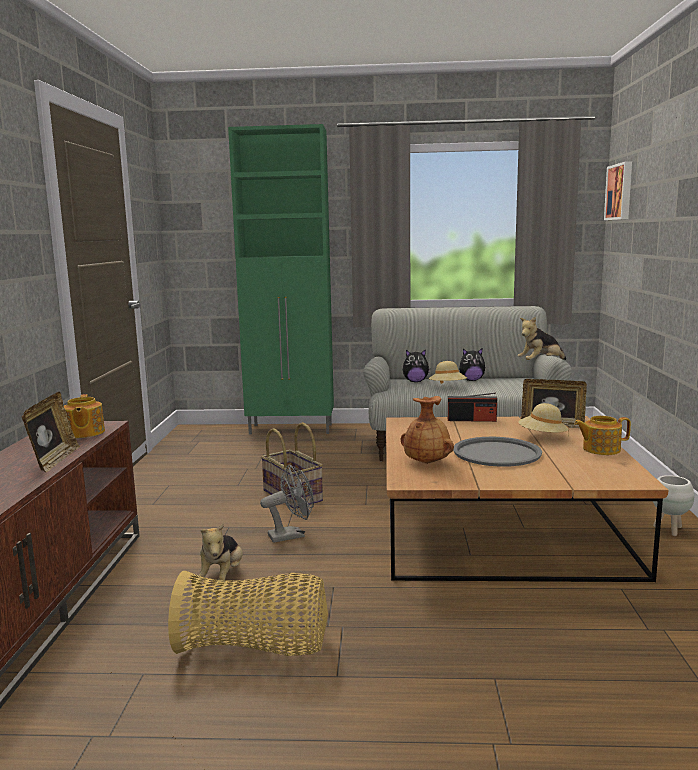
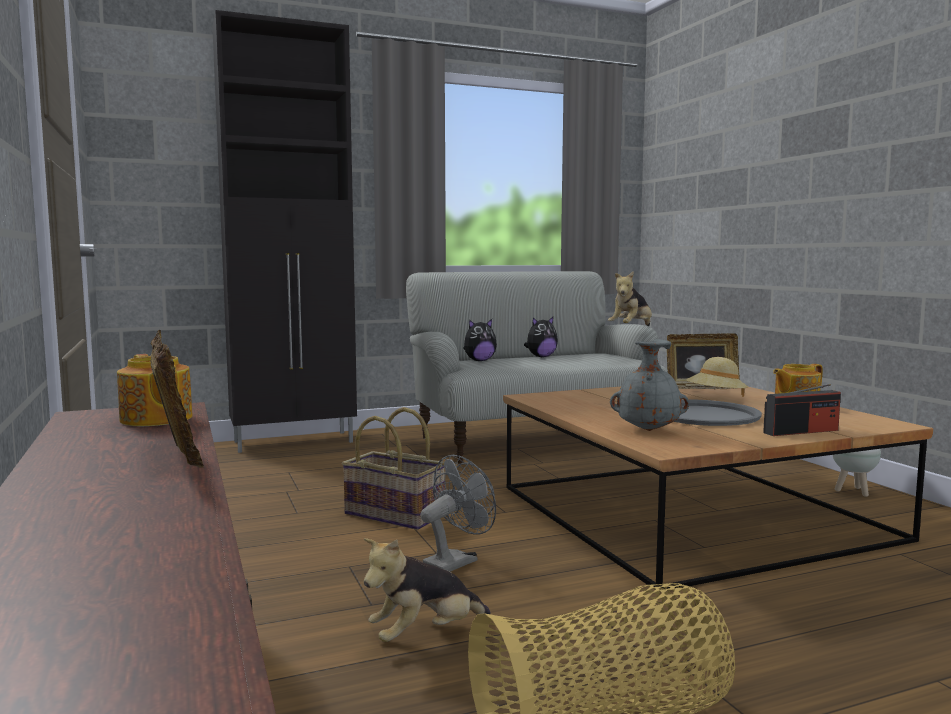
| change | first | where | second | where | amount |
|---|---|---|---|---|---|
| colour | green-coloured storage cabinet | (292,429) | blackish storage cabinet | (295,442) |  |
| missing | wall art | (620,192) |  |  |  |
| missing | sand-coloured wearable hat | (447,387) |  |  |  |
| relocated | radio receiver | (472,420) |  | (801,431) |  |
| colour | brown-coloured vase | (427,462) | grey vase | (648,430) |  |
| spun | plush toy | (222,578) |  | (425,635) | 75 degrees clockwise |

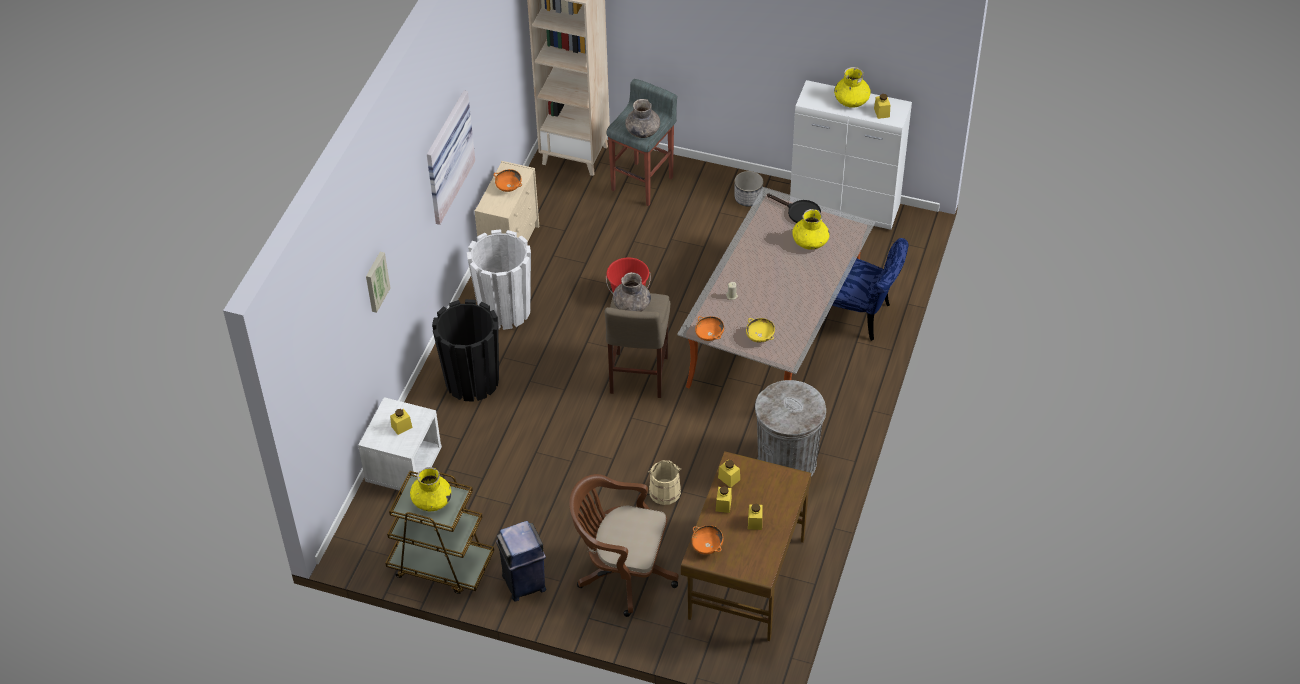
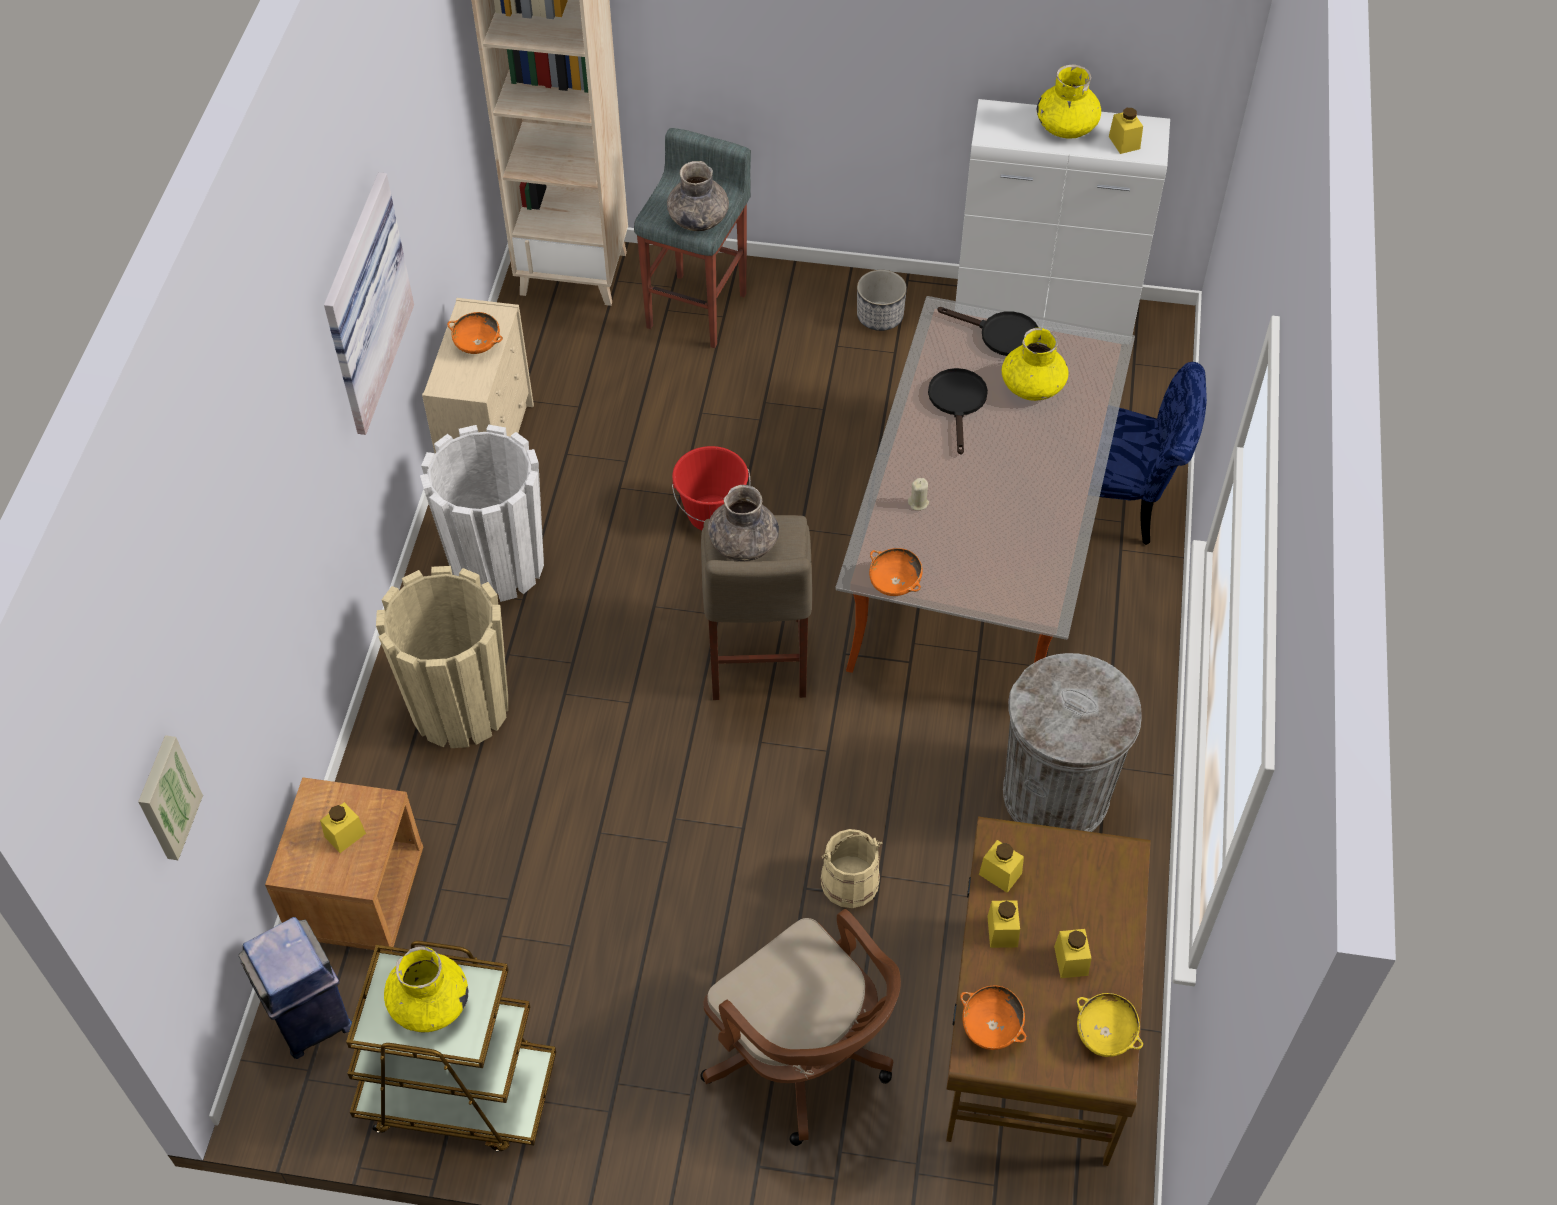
| change | first | where | second | where | amount |
|---|---|---|---|---|---|
| relocated | wall art | (376,281) |  | (166,797) |  |
| colour | blackish plant pot | (472,381) | sand-coloured plant pot | (460,707) |  |
| relocated | yellow serving bowl | (760,336) |  | (1105,1033) |  |
| colour | white-coloured bedside table | (404,466) | brown-coloured bedside table | (358,895) |  |
| spun | brown-coloured desk chair | (622,572) |  | (803,1060) | 135 degrees counterclockwise |
| relocated | blue rubbish bin | (524,584) |  | (311,1020) |  |
| appeared |  |  | blackish skillet | (958,402) |  |

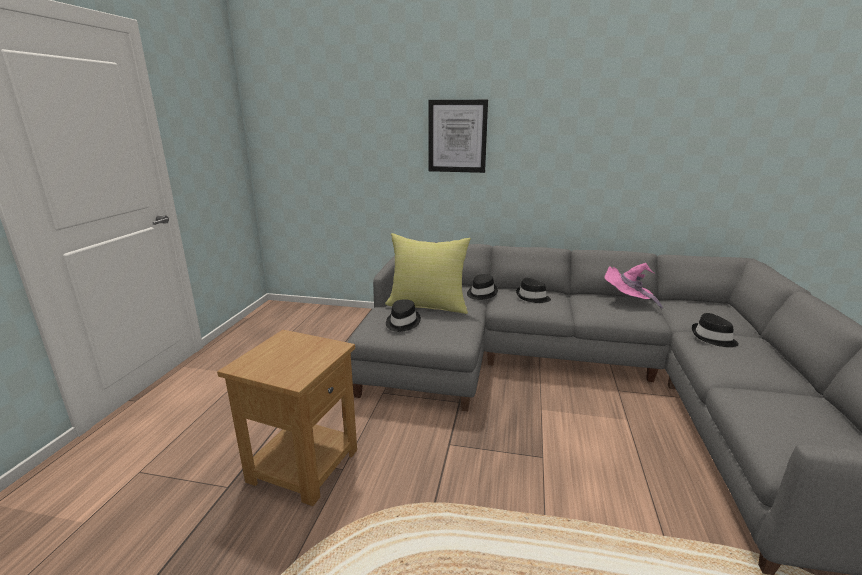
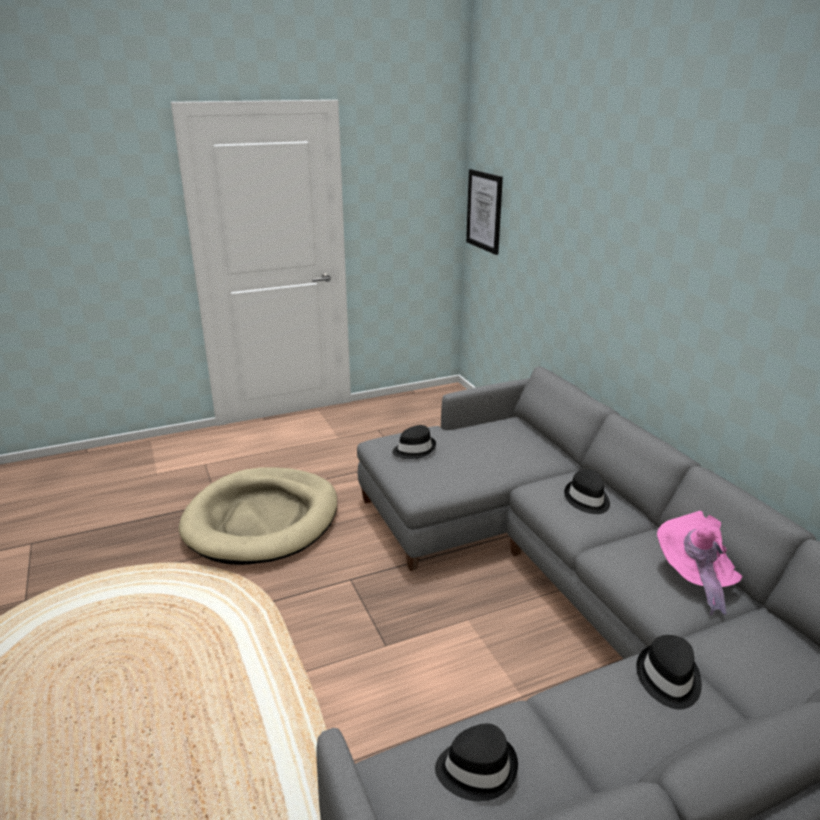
| change | first | where | second | where | amount |
|---|---|---|---|---|---|
| relocated | wall art | (457,136) |  | (484,211) |  |
| missing | yellow cushion | (428,305) |  |  |  |
| relocated | blackish wearable hat | (481,293) |  | (476,768) |  |
| exchanged | brown-coloured end table | (304,464) | sand-coloured dog bed | (262,520) |  |

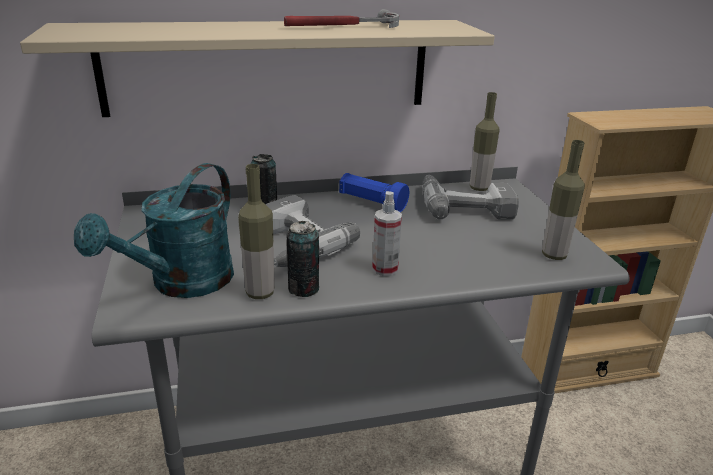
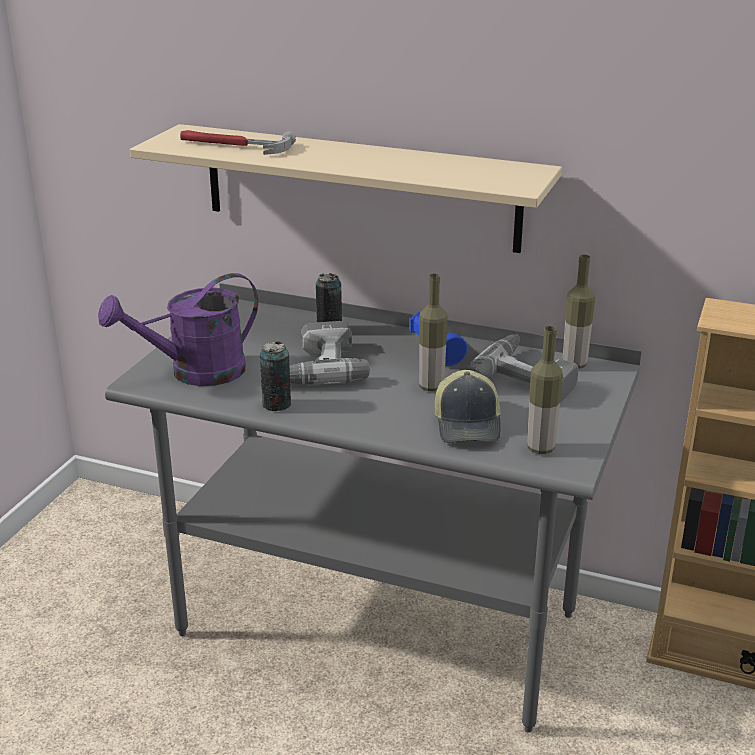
| change | first | where | second | where | amount |
|---|---|---|---|---|---|
| relocated | hammer | (342,27) |  | (234,146) |  |
| colour | turquoise-coloured sprinkling can | (182,284) | purplish sprinkling can | (195,373) |  |
| relocated | beverage bottle | (260,293) |  | (431,387) |  |
| missing | sprayer | (385,269) |  |  |  |
| appeared |  |  | peaked cap | (469,425) |  |

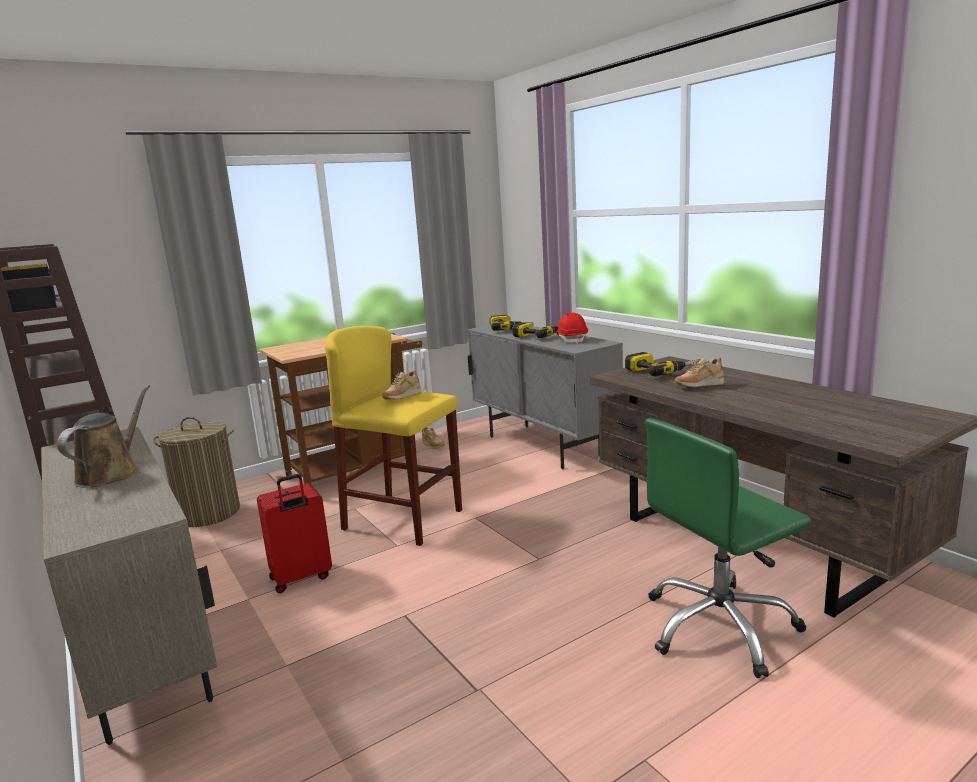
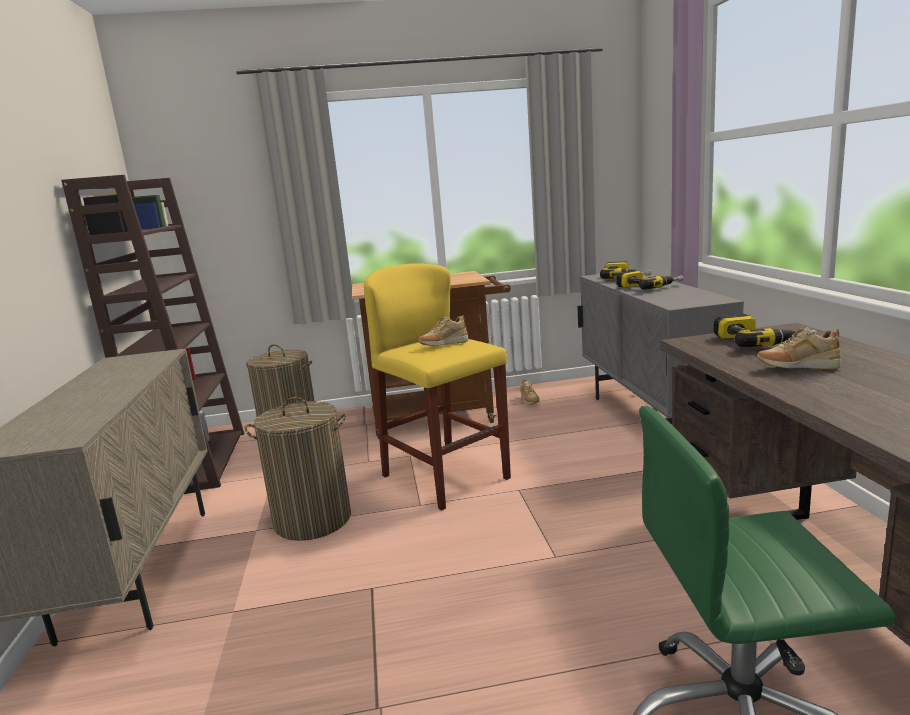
| change | first | where | second | where | amount |
|---|---|---|---|---|---|
| missing | reddish safety helmet | (572,339) |  |  |  |
| missing | brown-coloured sprinkling can | (111,473) |  |  |  |
| exchanged | reddish travel case | (301,578) | washing basket | (312,520) |  |

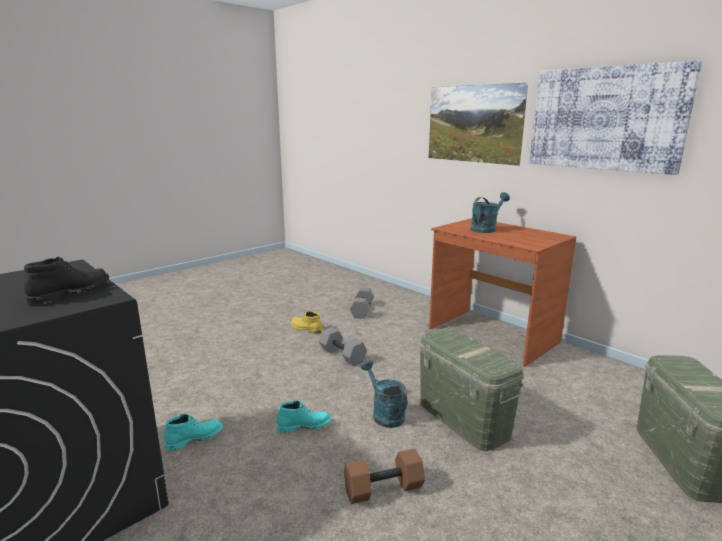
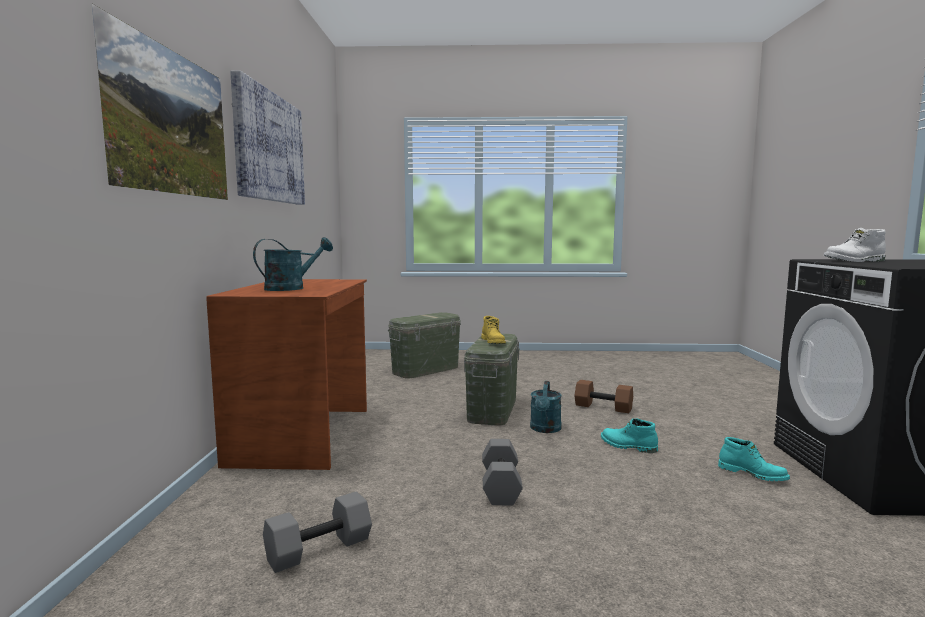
| change | first | where | second | where | amount |
|---|---|---|---|---|---|
| spun | turquoise-coloured sprinkling can | (486,229) |  | (291,288) | 135 degrees clockwise |
| colour | blackish high-top boot | (70,293) | white-coloured high-top boot | (855,261) |  |
| relocated | yellow high-top boot | (306,328) |  | (493,342) |  |
| spun | turquoise-coloured high-top boot | (194,438) |  | (753,474) | 150 degrees counterclockwise |

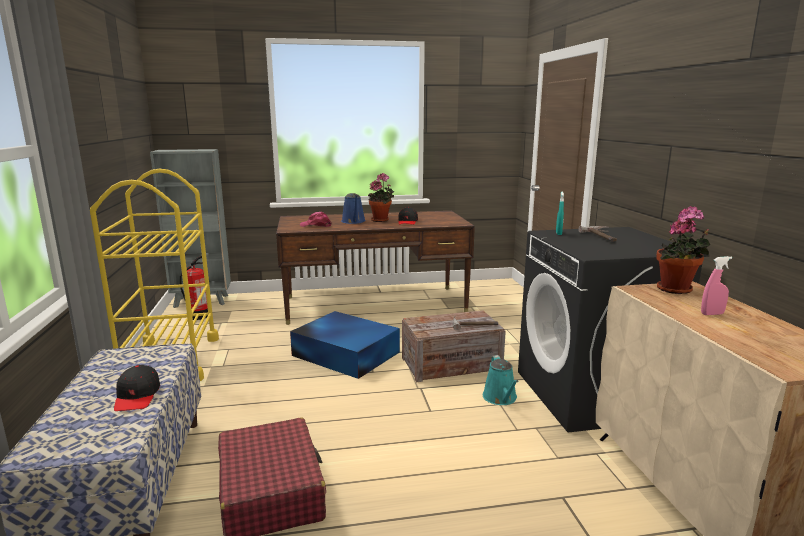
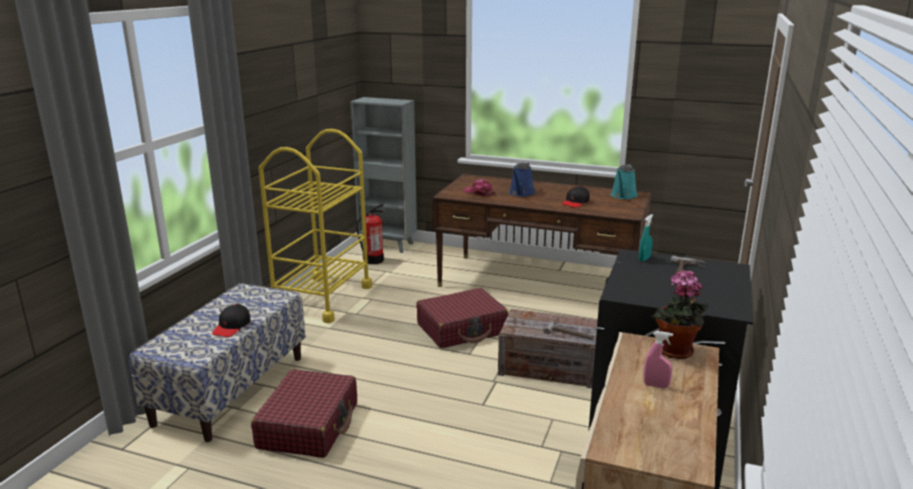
| change | first | where | second | where | amount |
|---|---|---|---|---|---|
| missing | potted plant | (381,220) |  |  |  |
| exchanged | blue storage bin | (345,353) | reddish travel case | (462,329) |  |
| relocated | turquoise-coloured sprinkling can | (501,398) |  | (623,196) |  |

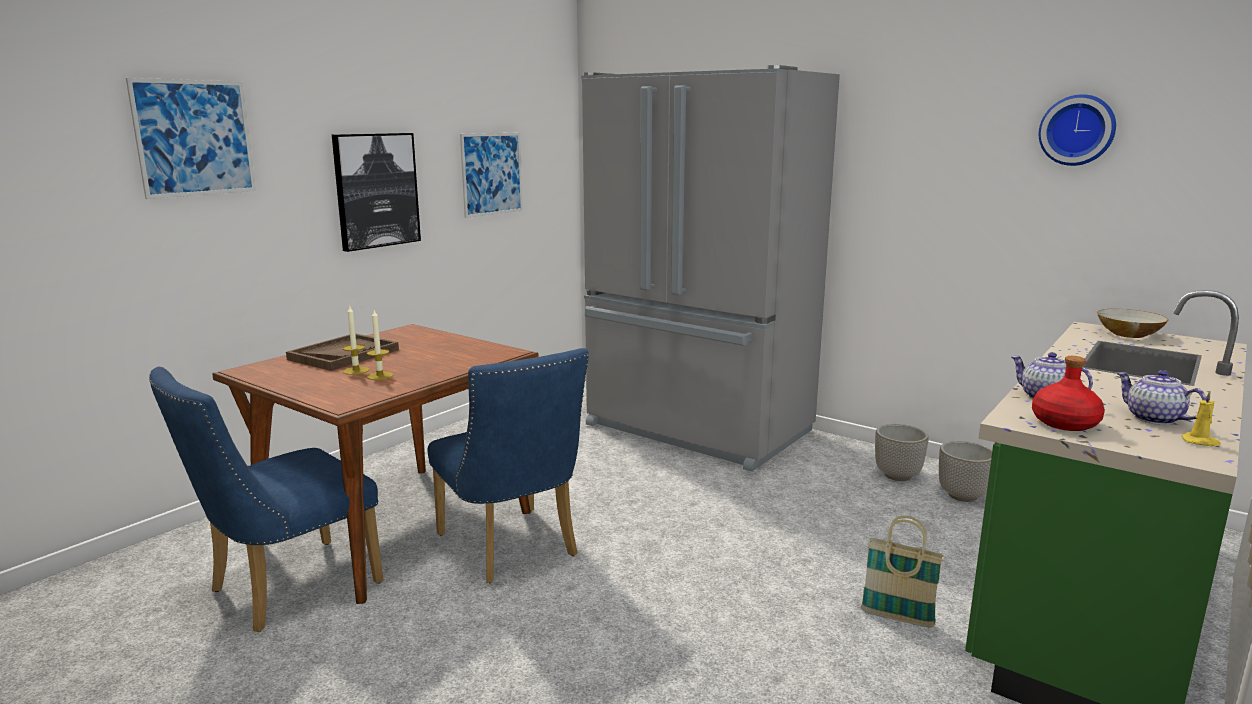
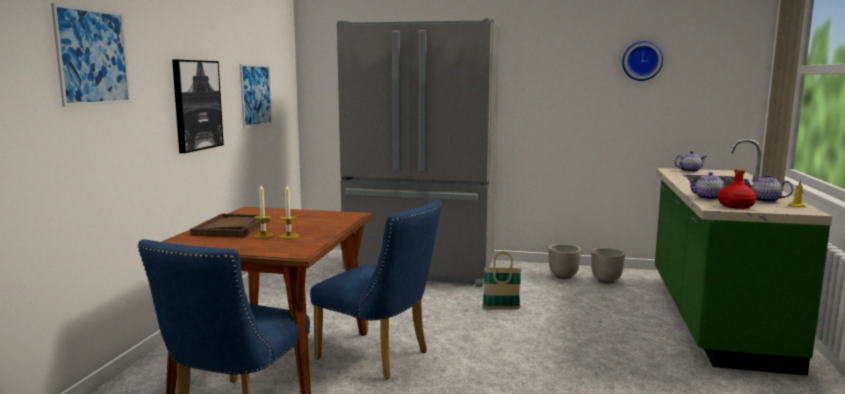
| change | first | where | second | where | amount |
|---|---|---|---|---|---|
| exchanged | serving bowl | (1127,334) | teapot | (689,171) |  |
| relocated | storage basket | (897,618) |  | (501,308) |  |

